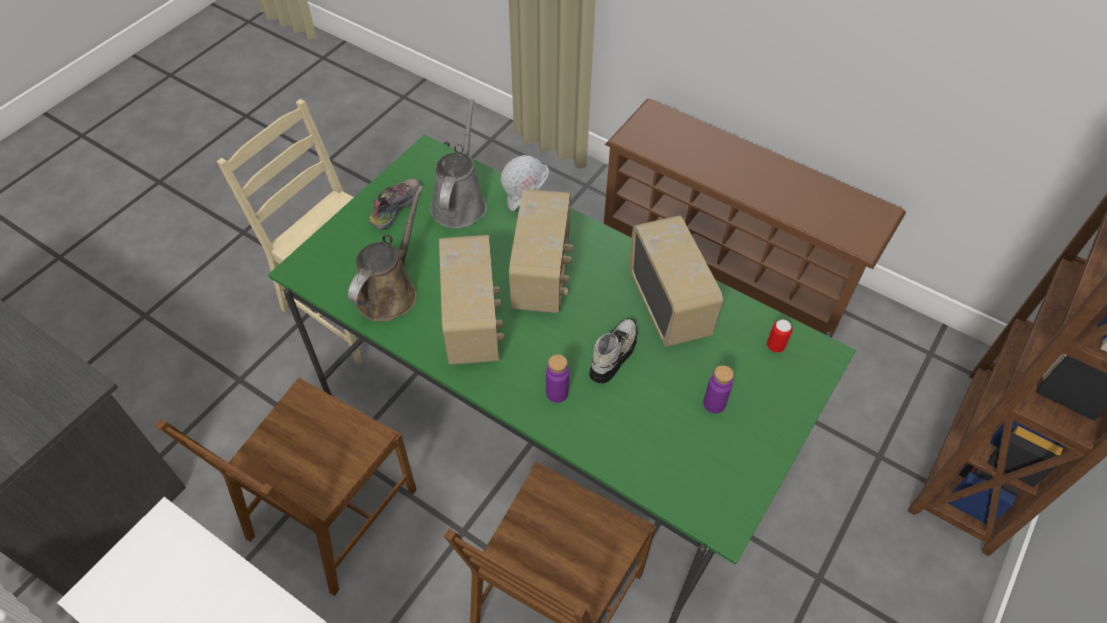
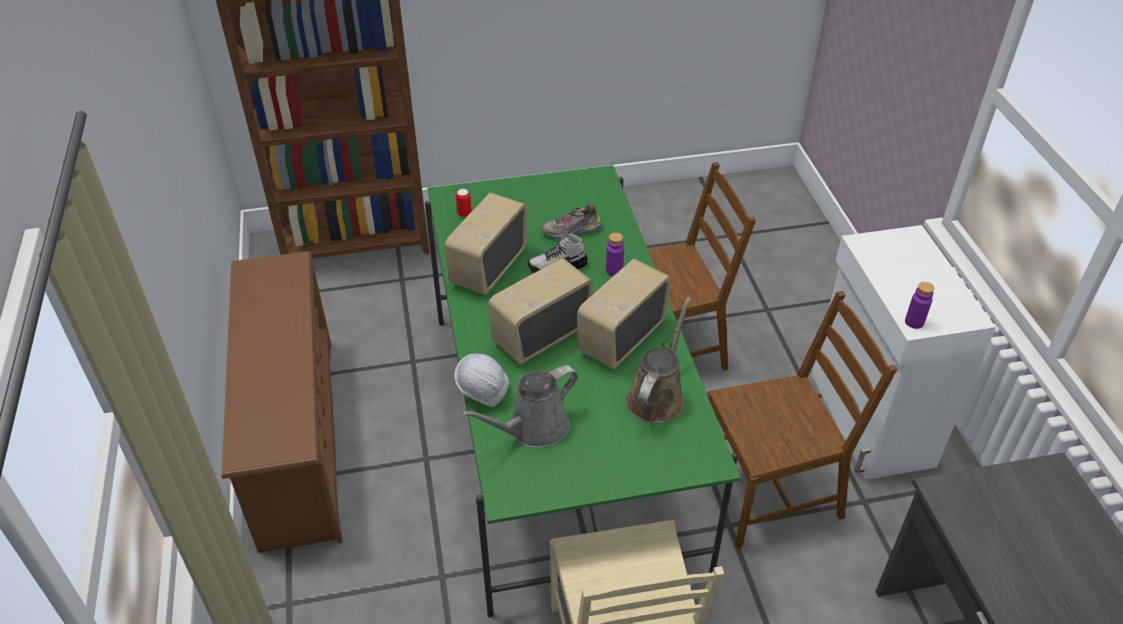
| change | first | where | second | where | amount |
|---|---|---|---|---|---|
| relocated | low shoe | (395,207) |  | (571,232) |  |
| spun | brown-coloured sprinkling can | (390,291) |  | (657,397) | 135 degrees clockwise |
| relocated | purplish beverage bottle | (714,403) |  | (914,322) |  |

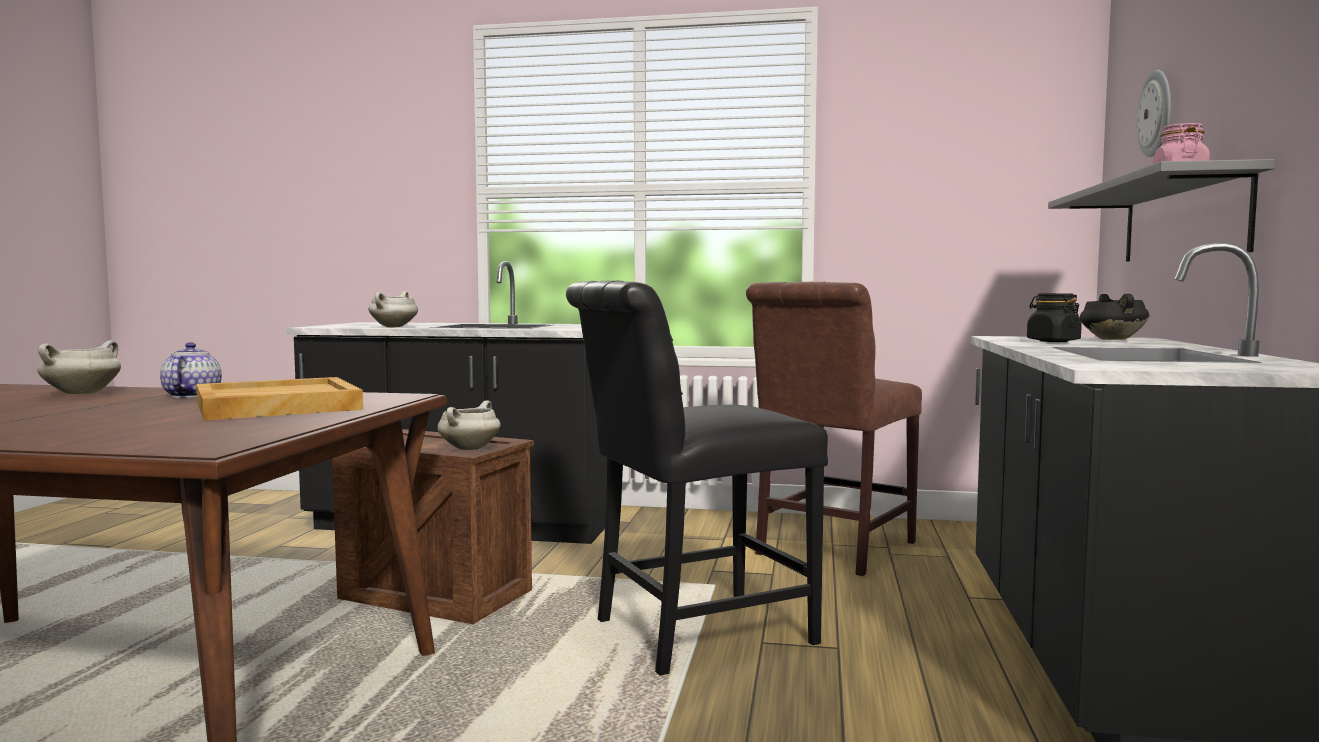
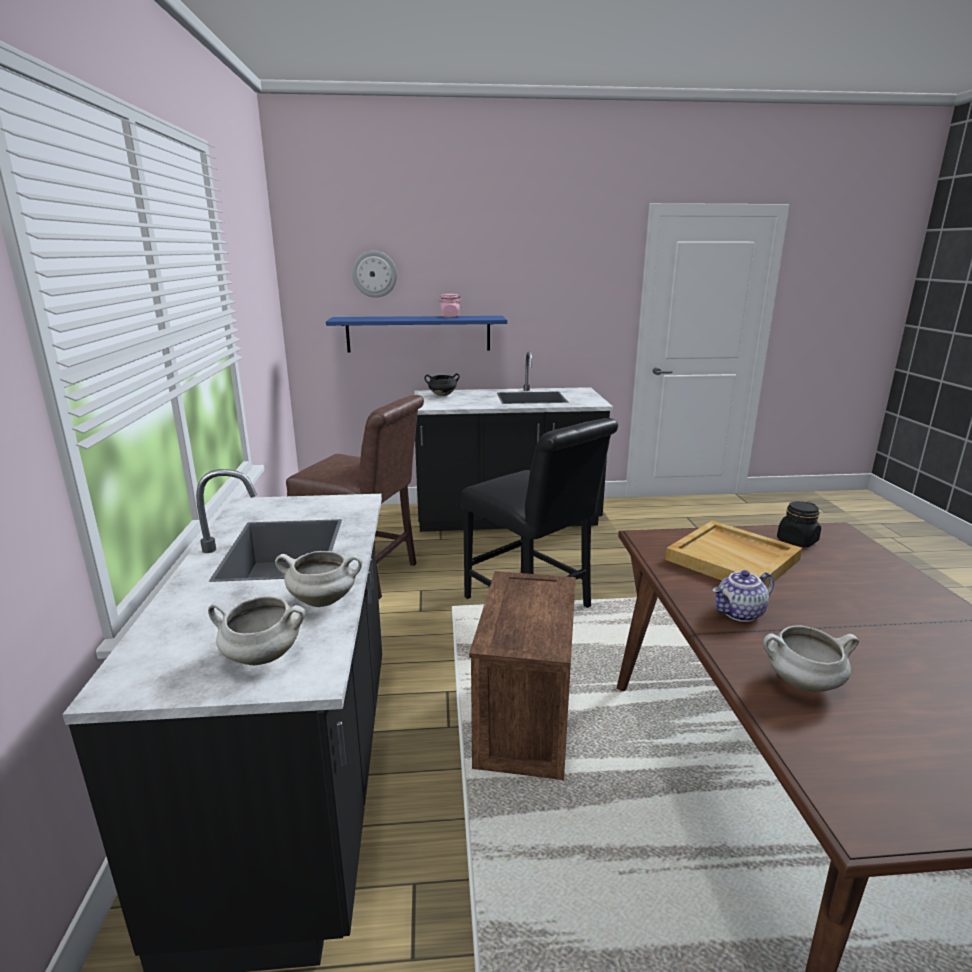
| change | first | where | second | where | amount |
|---|---|---|---|---|---|
| colour | grey shelf | (1182,220) | blue shelf | (418,334) |  |
| relocated | blackish storage jar | (1052,341) |  | (797,541) |  |
| relocated | white-coloured saucepot | (469,448) |  | (261,657) |  |

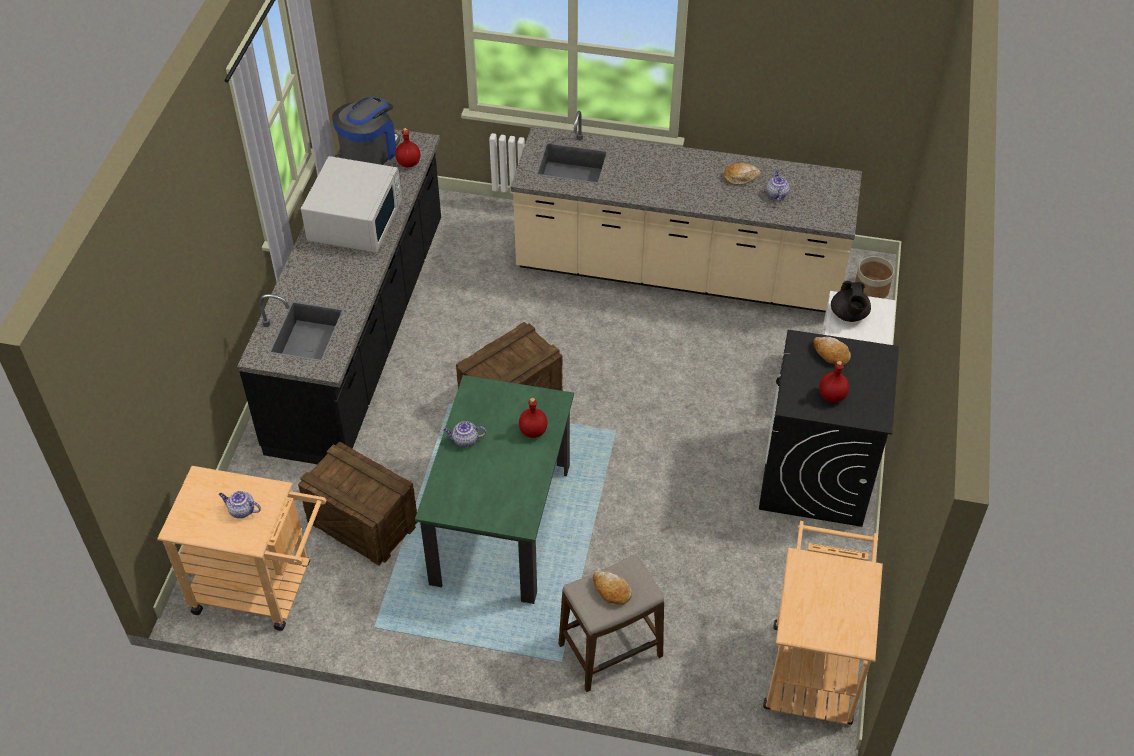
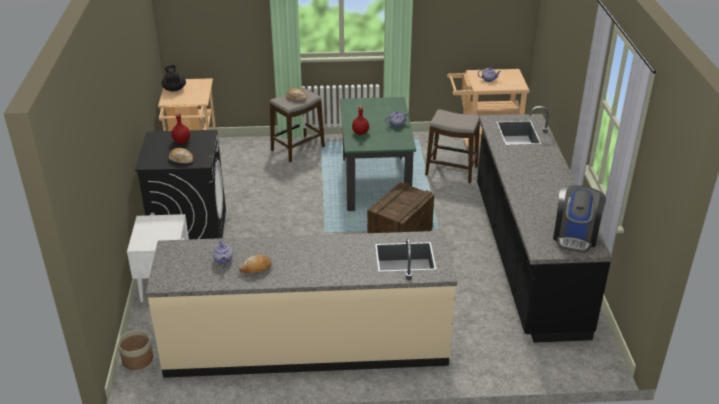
| change | first | where | second | where | amount |
|---|---|---|---|---|---|
| missing | reddish beverage bottle | (409,163) |  |  |  |
| missing | white-coloured microwave oven | (355,220) |  |  |  |
| relocated | blackish teapot | (849,315) |  | (174,89) |  |
| exchanged | crate | (363,523) | stool | (451,171) |  |

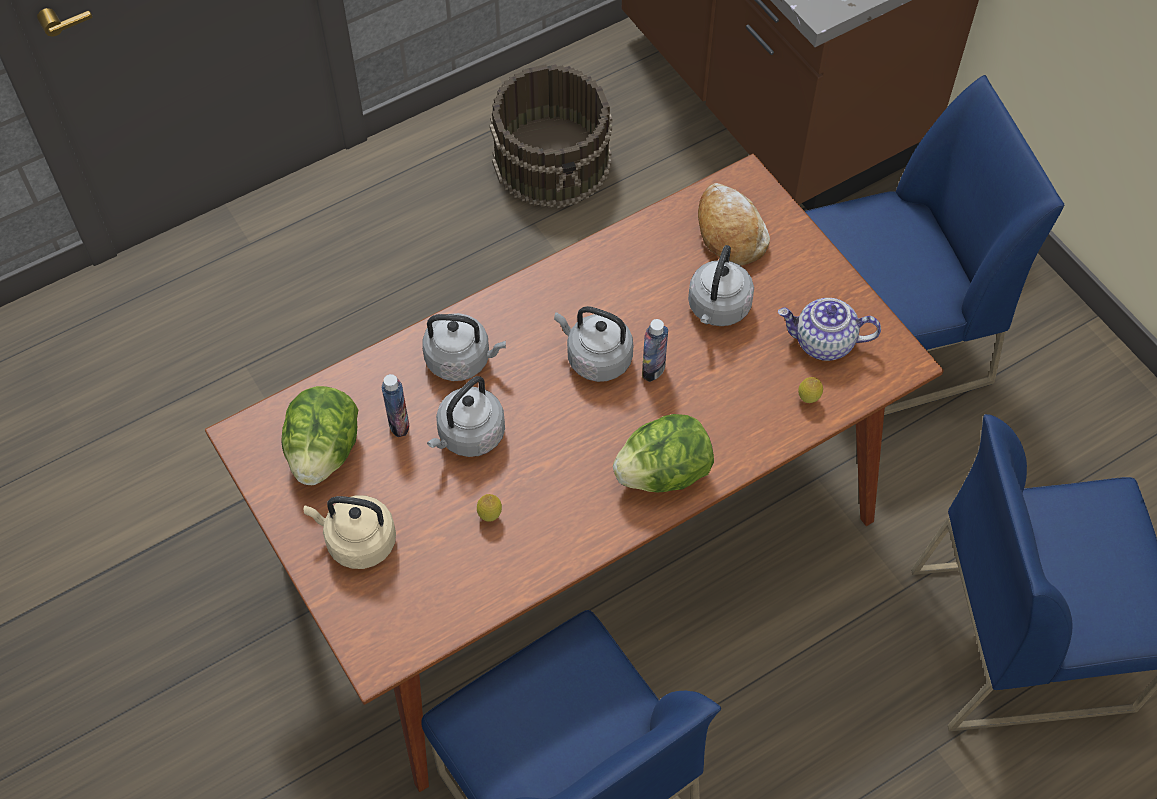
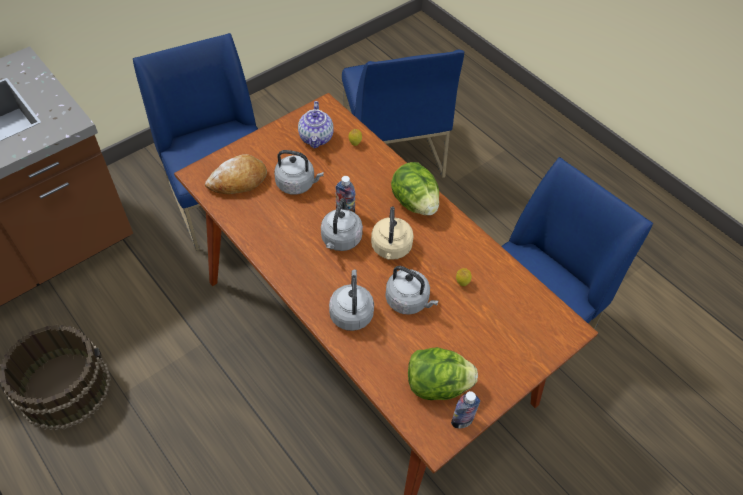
| change | first | where | second | where | amount |
|---|---|---|---|---|---|
| relocated | beverage bottle | (399,424) |  | (462,421) |  |
| relocated | sand-coloured tea kettle | (357,541) |  | (391,249) |  |

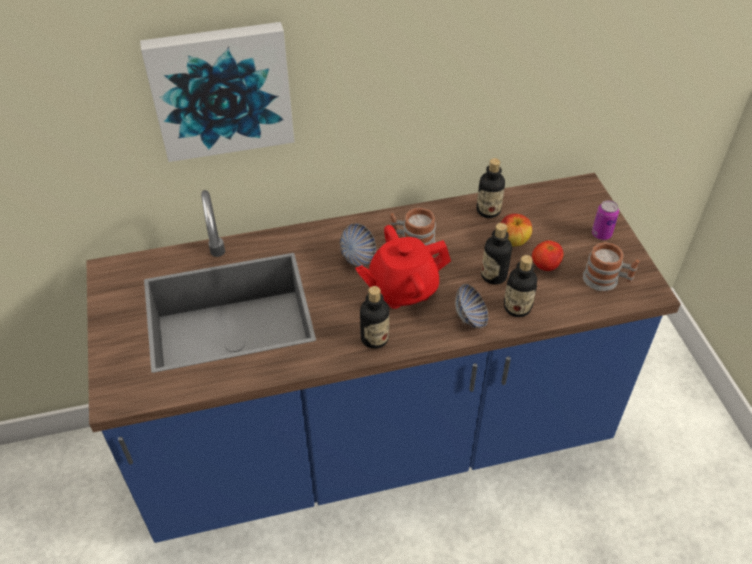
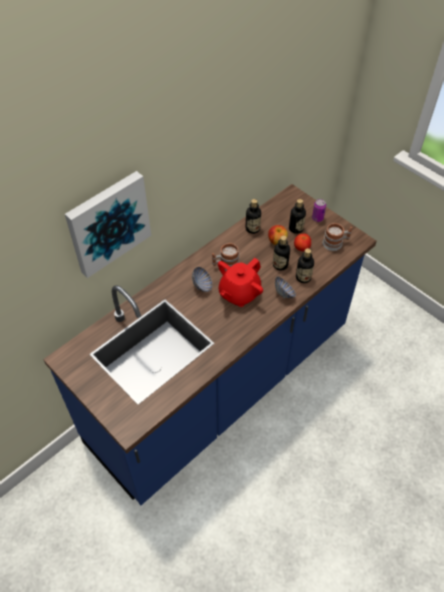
| change | first | where | second | where | amount |
|---|---|---|---|---|---|
| relocated | beverage bottle | (374,338) |  | (296,228) |  |

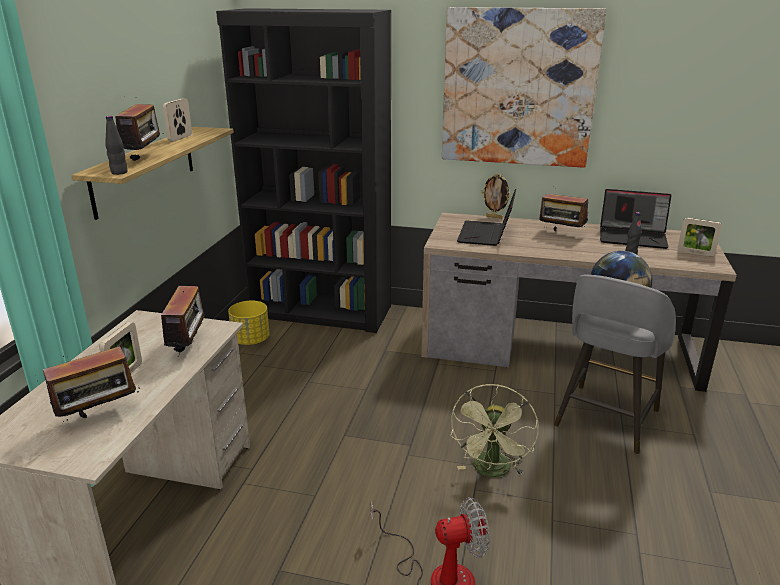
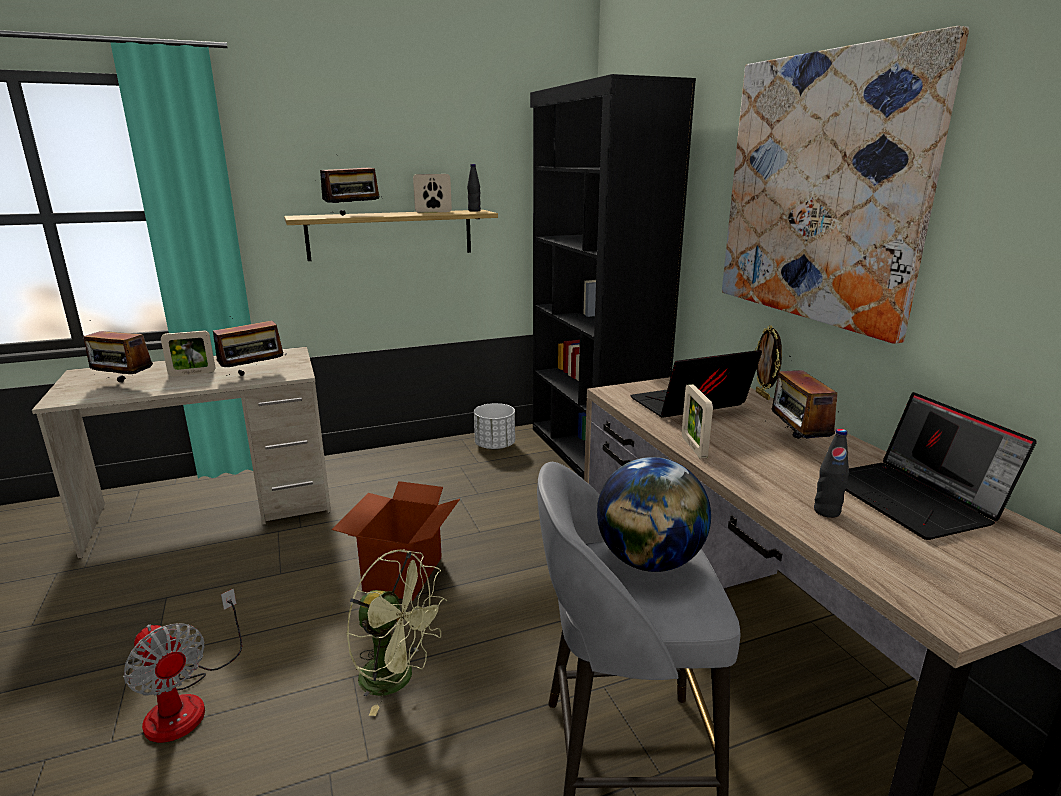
| change | first | where | second | where | amount |
|---|---|---|---|---|---|
| relocated | blackish beverage bottle | (119,172) |  | (474,211) |  |
| relocated | photo frame | (695,253) |  | (693,447) |  |
| colour | yellow plant pot | (251,340) | white-coloured plant pot | (495,446) |  |
| spun | green-coloured fan | (492,471) |  | (397,679) | 135 degrees counterclockwise |
| appeared |  |  | carton | (402,574) |  |

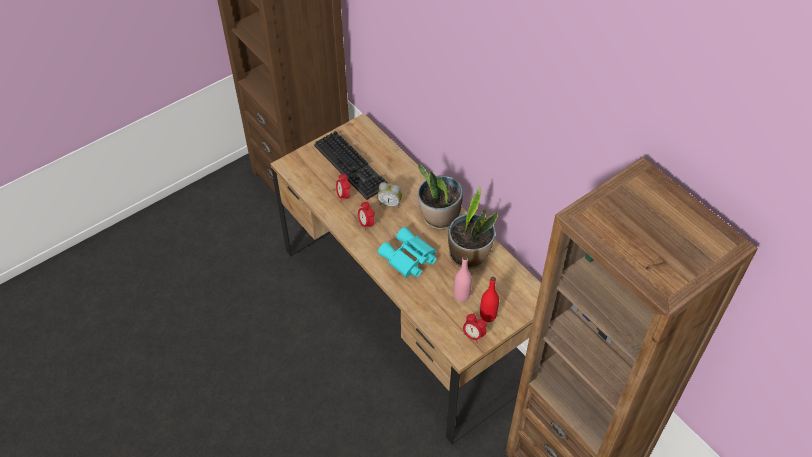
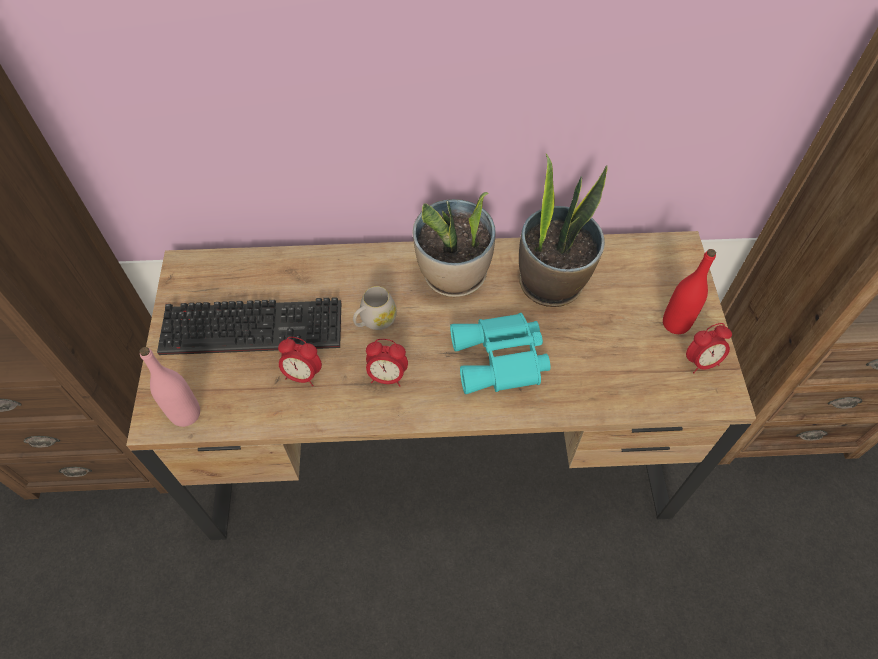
| change | first | where | second | where | amount |
|---|---|---|---|---|---|
| exchanged | alarm clock | (390,203) | white-coloured tea mug | (374,321) |  |
| relocated | pink beverage bottle | (461,295) |  | (185,414) |  |

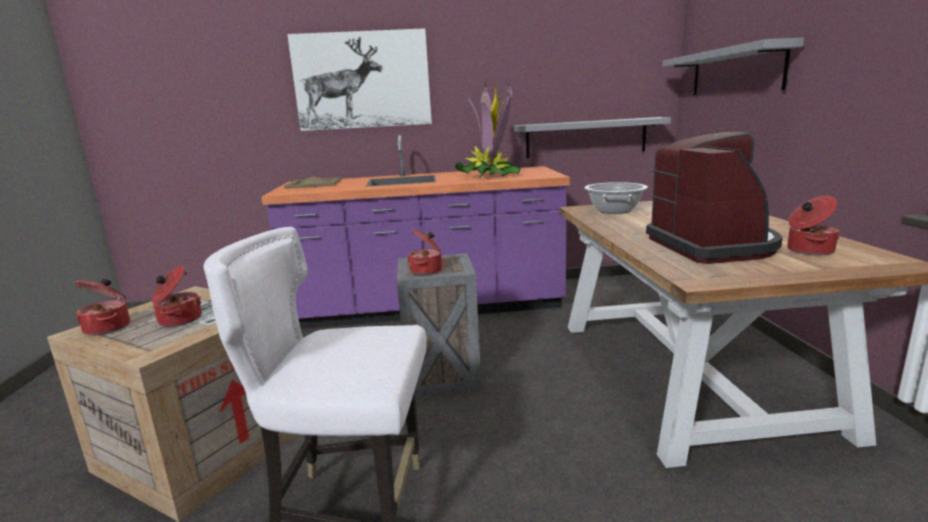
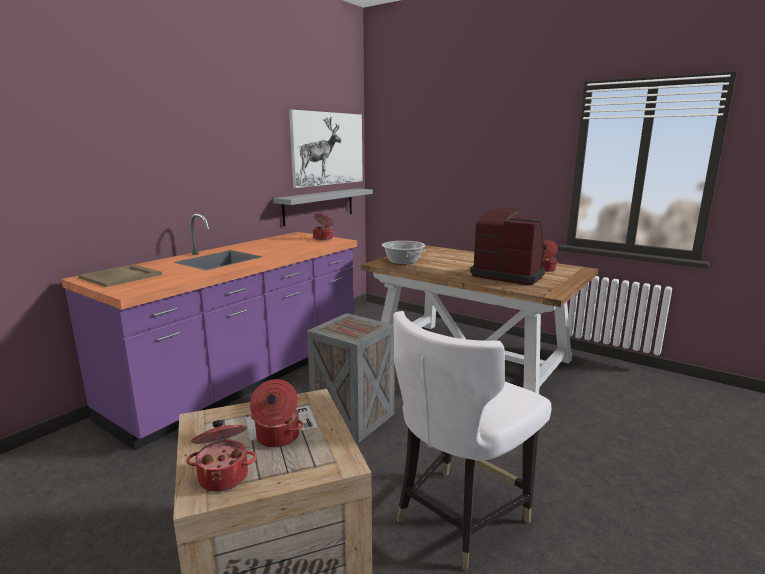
| change | first | where | second | where | amount |
|---|---|---|---|---|---|
| relocated | wall art | (362,80) |  | (328,149) |  |
| missing | grey shelf | (735,71) |  |  |  |
| missing | potted plant | (489,175) |  |  |  |
| relocated | saucepot | (427,270) |  | (323,238) |  |

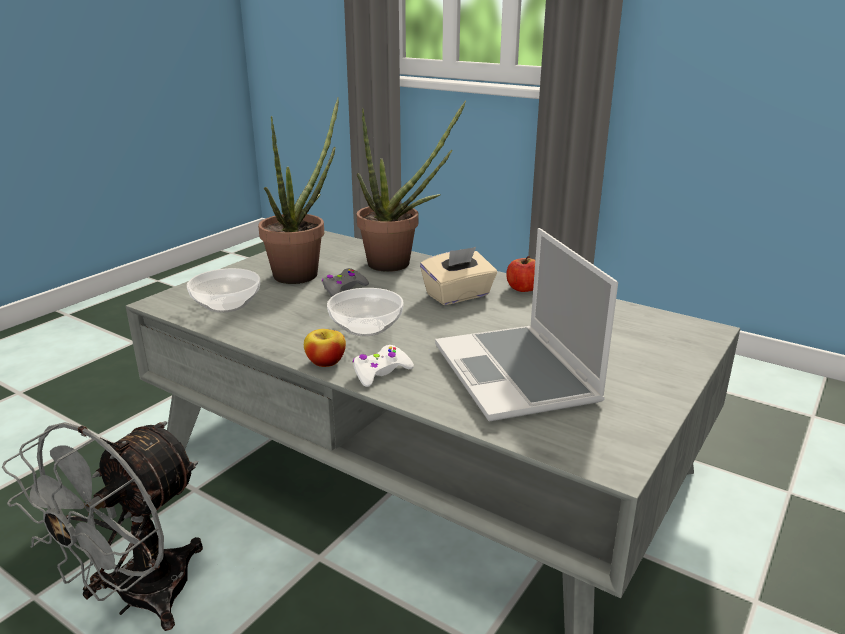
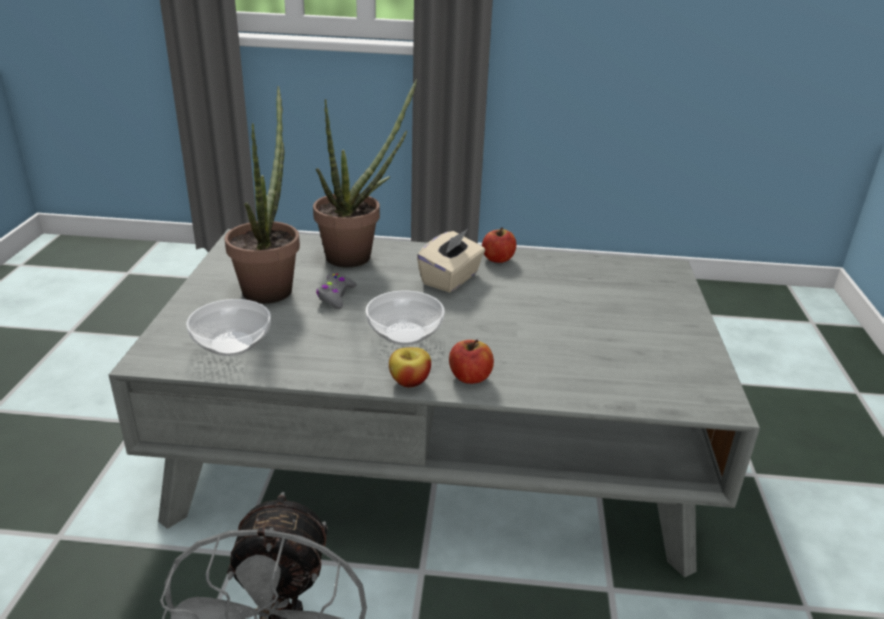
| change | first | where | second | where | amount |
|---|---|---|---|---|---|
| missing | portable computer | (517,375) |  |  |  |
| exchanged | white-coloured game controller | (381,372) | whole apple | (470,377) |  |

